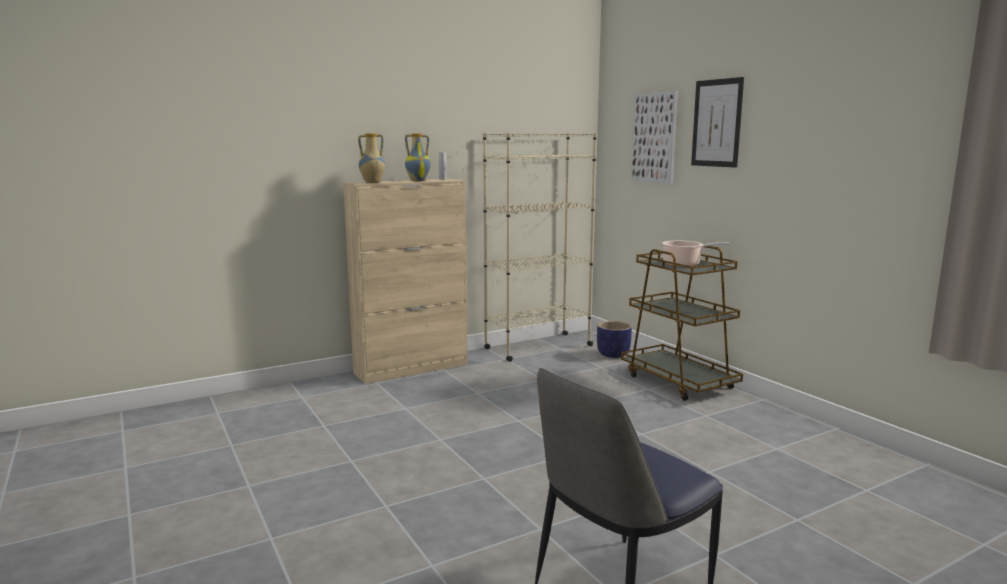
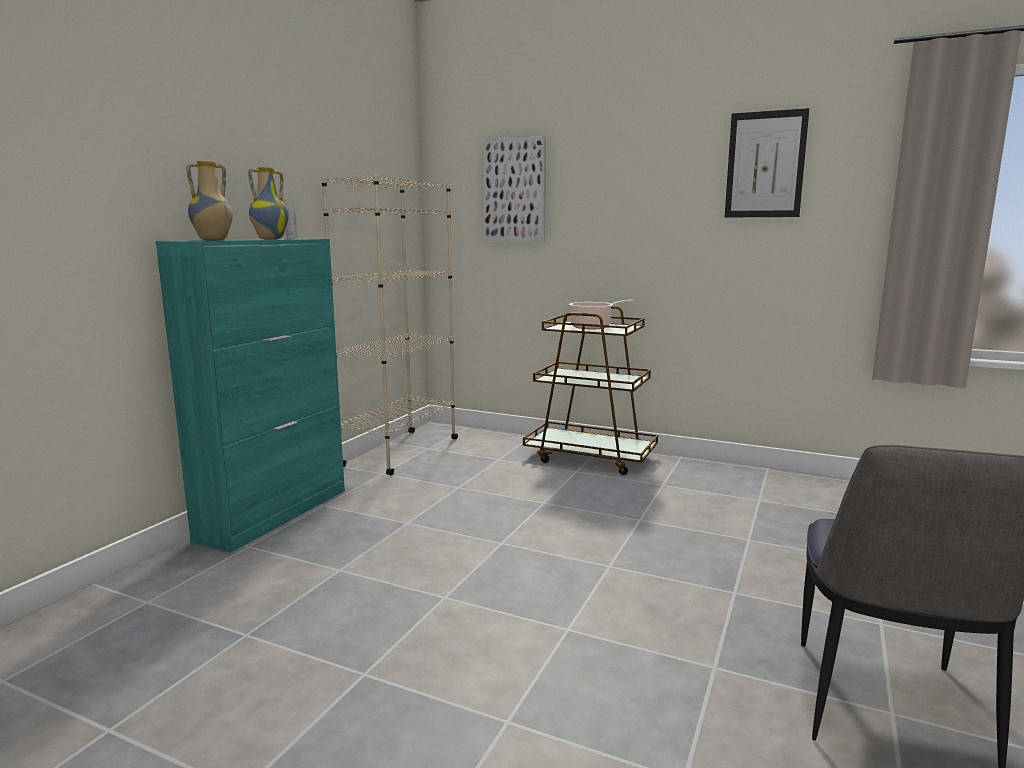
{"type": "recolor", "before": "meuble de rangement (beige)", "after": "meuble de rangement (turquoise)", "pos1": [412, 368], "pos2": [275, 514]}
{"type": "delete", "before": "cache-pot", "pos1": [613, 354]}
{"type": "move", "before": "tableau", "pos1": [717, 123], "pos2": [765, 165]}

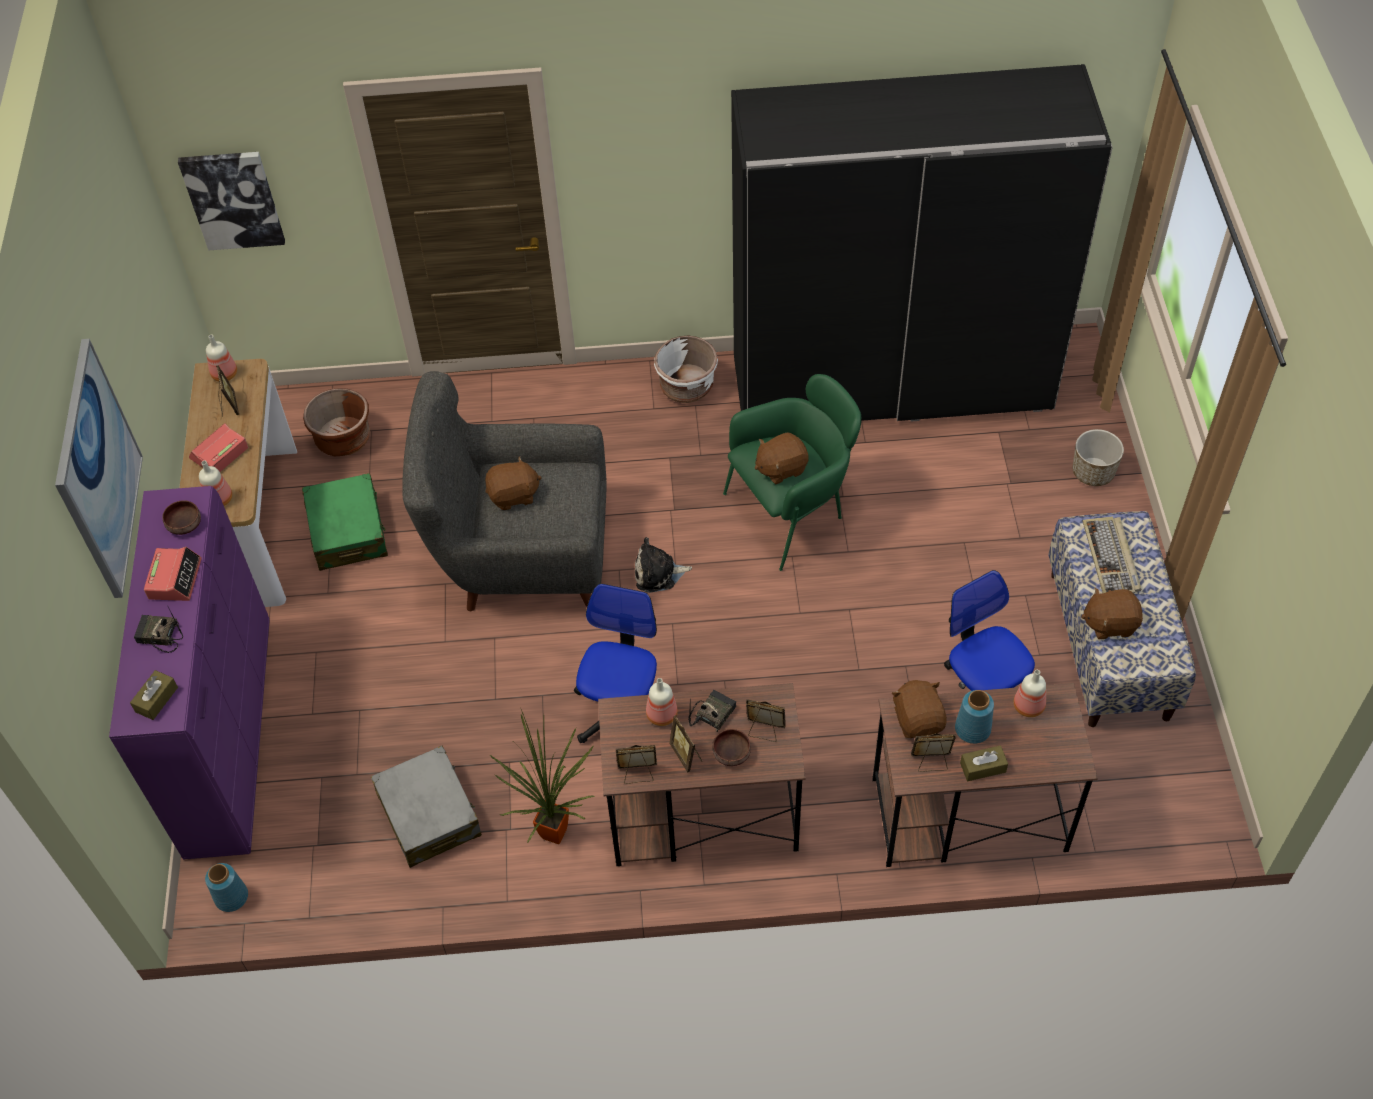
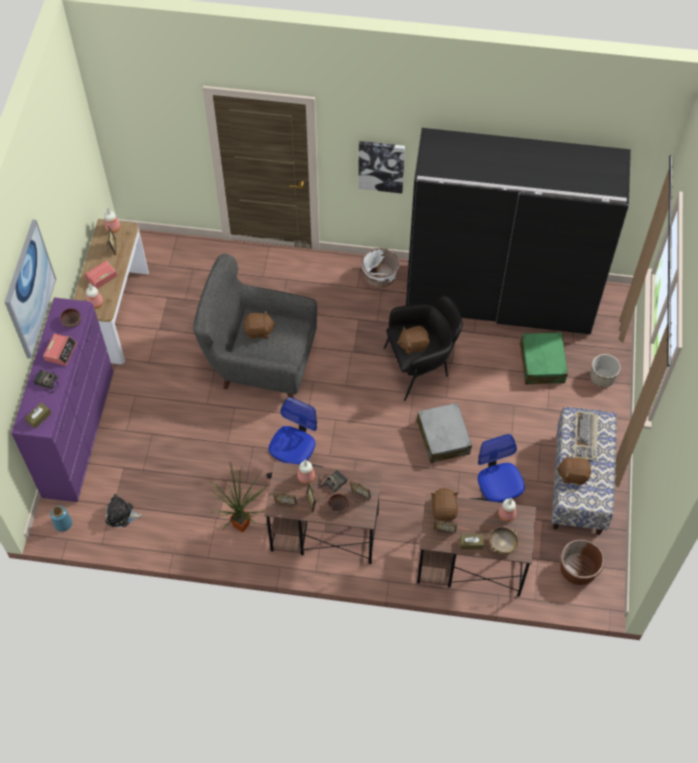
{"type": "move", "before": "tableau", "pos1": [233, 199], "pos2": [381, 166]}
{"type": "move", "before": "valise (vert)", "pos1": [348, 531], "pos2": [542, 363]}
{"type": "move", "before": "cache-pot (marron)", "pos1": [343, 439], "pos2": [578, 570]}
{"type": "move", "before": "valise (gris)", "pos1": [429, 814], "pos2": [443, 437]}
{"type": "move", "before": "peluche", "pos1": [658, 574], "pos2": [121, 515]}
{"type": "recolor", "before": "fauteuil (vert)", "after": "fauteuil (noir)", "pos1": [792, 512], "pos2": [420, 367]}
{"type": "delete", "before": "vase (bleu)", "pos1": [972, 728]}
{"type": "insert", "after": "bol (beige)", "pos2": [502, 544]}

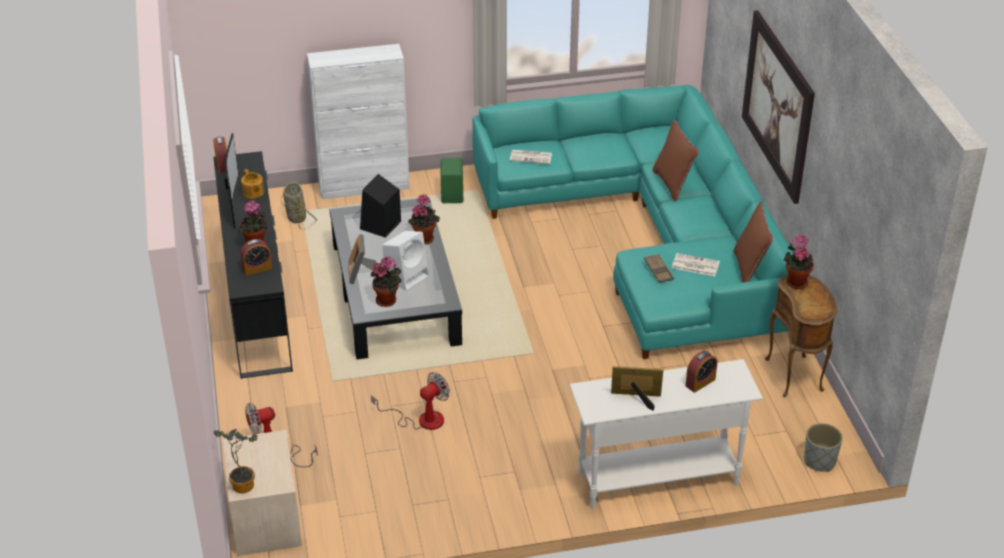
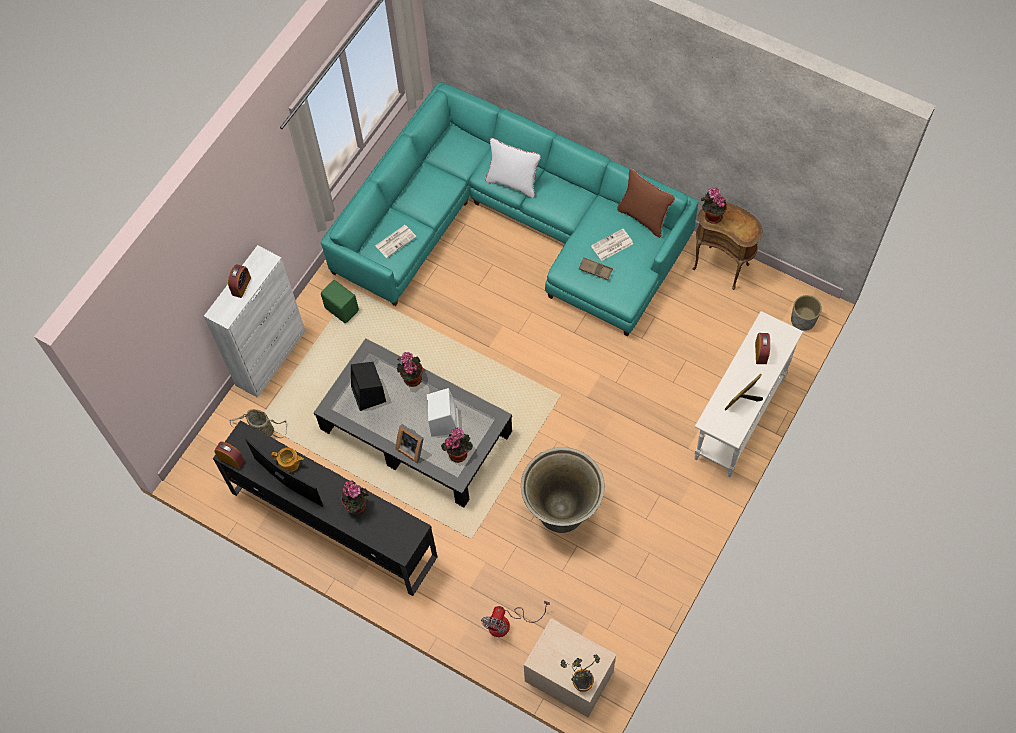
{"type": "move", "before": "réveil", "pos1": [257, 268], "pos2": [241, 286]}
{"type": "replace", "before": "ventilateur", "after": "cache-pot (gris)", "pos1": [421, 419], "pos2": [561, 512]}
{"type": "recolor", "before": "coussin (marron)", "after": "coussin (blanc)", "pos1": [672, 184], "pos2": [513, 183]}
{"type": "delete", "before": "tableau", "pos1": [777, 105]}

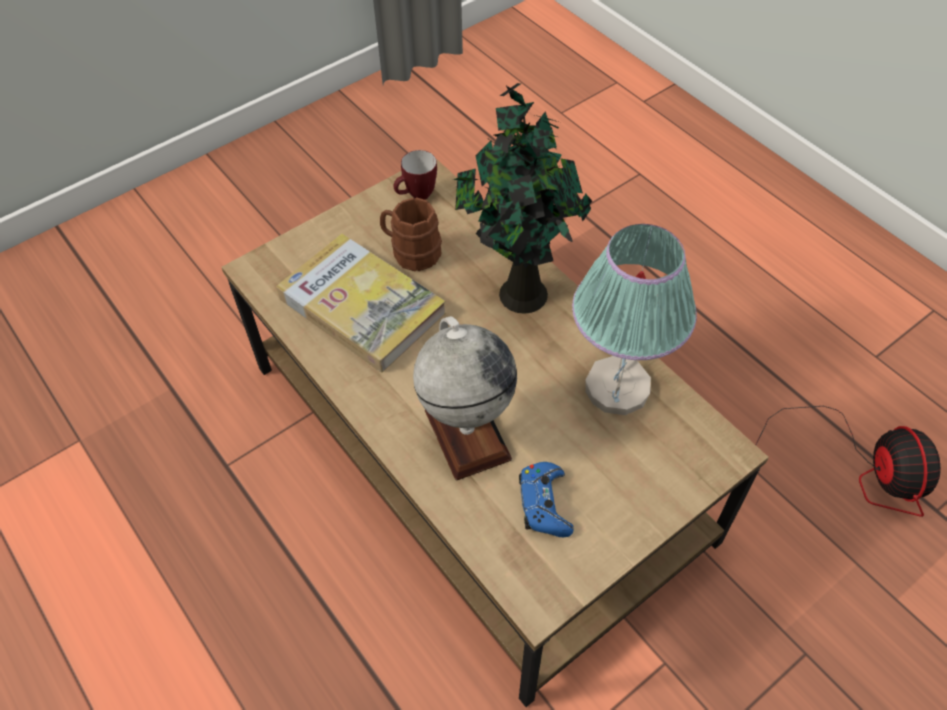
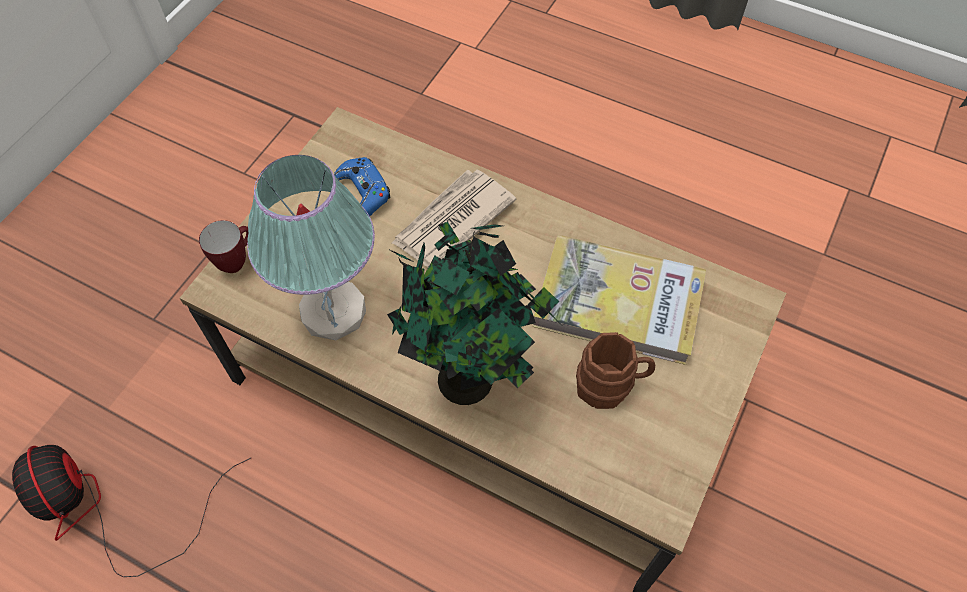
{"type": "move", "before": "mug", "pos1": [416, 196], "pos2": [236, 260]}
{"type": "replace", "before": "globe", "after": "journal", "pos1": [467, 434], "pos2": [451, 221]}

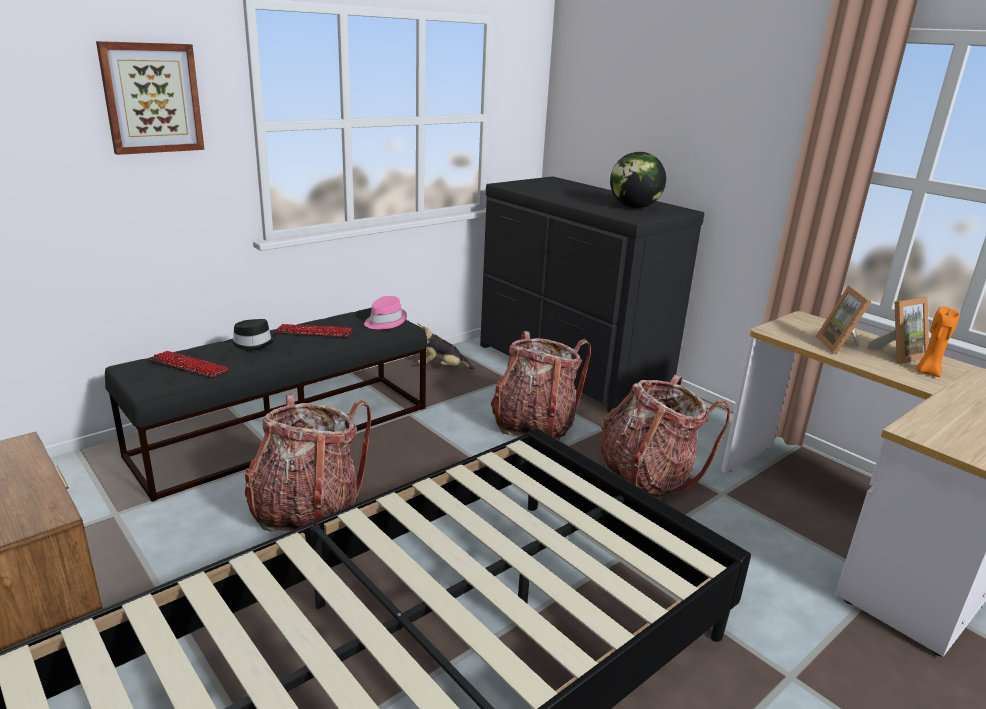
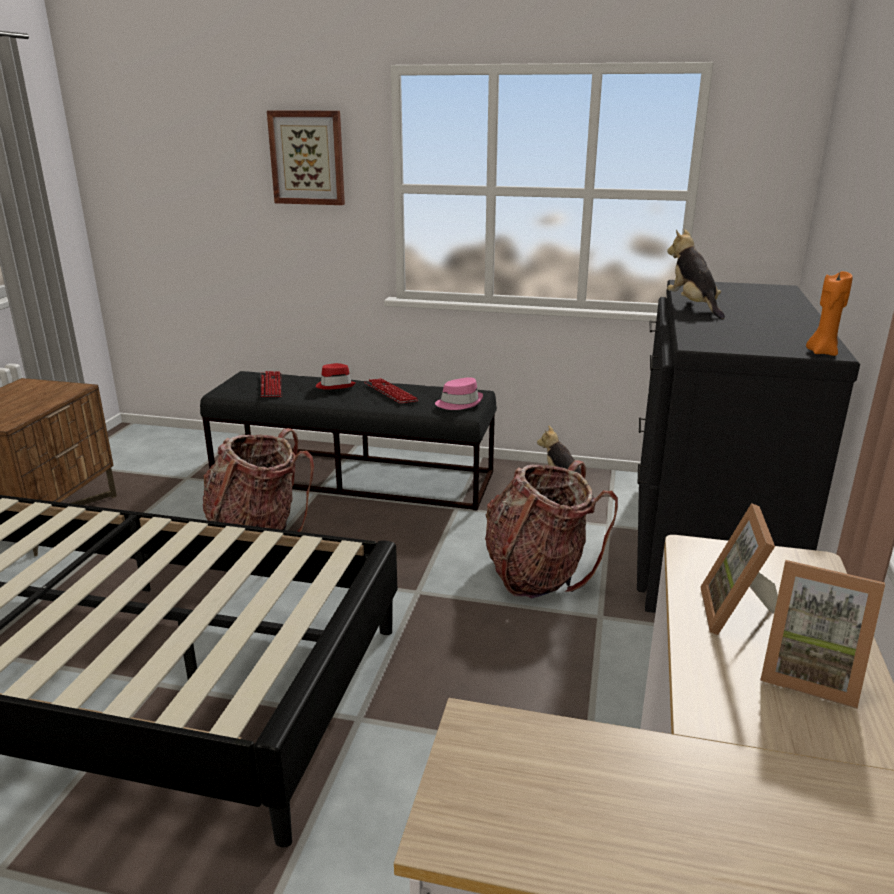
{"type": "recolor", "before": "chapeau (noir)", "after": "chapeau (rouge)", "pos1": [252, 344], "pos2": [335, 385]}
{"type": "delete", "before": "sac à dos", "pos1": [647, 477]}
{"type": "delete", "before": "globe", "pos1": [634, 207]}
{"type": "rotate", "before": "cadre photo", "pos1": [841, 347], "pos2": [738, 613], "turn": -45}
{"type": "move", "before": "bougie (orange)", "pos1": [927, 372], "pos2": [822, 352]}
{"type": "insert", "after": "peluche", "pos2": [693, 306]}

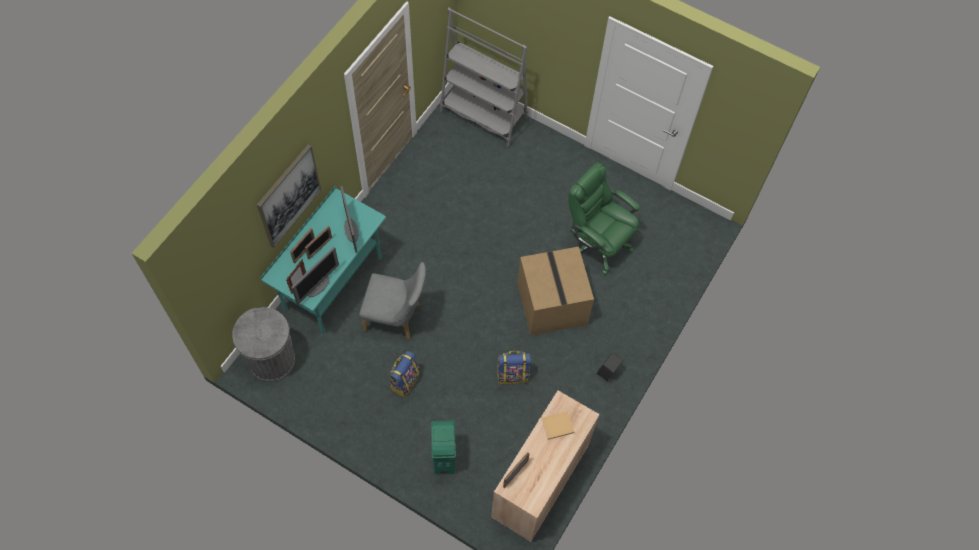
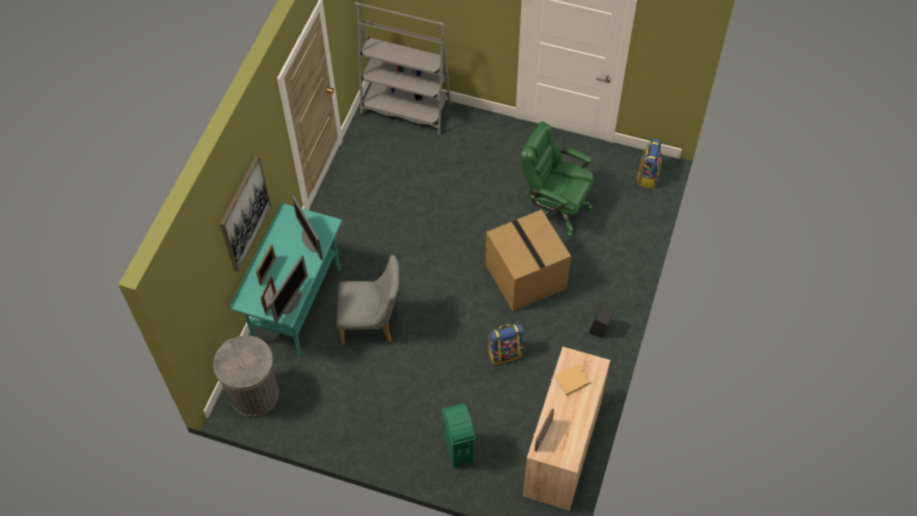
{"type": "delete", "before": "cadre photo", "pos1": [320, 248]}
{"type": "move", "before": "sac à dos", "pos1": [404, 381], "pos2": [647, 175]}

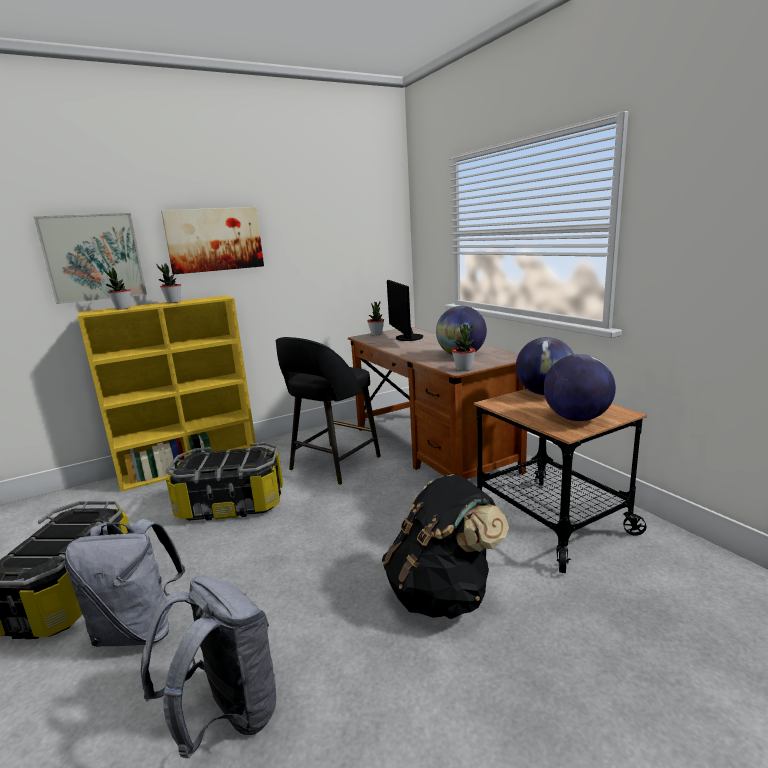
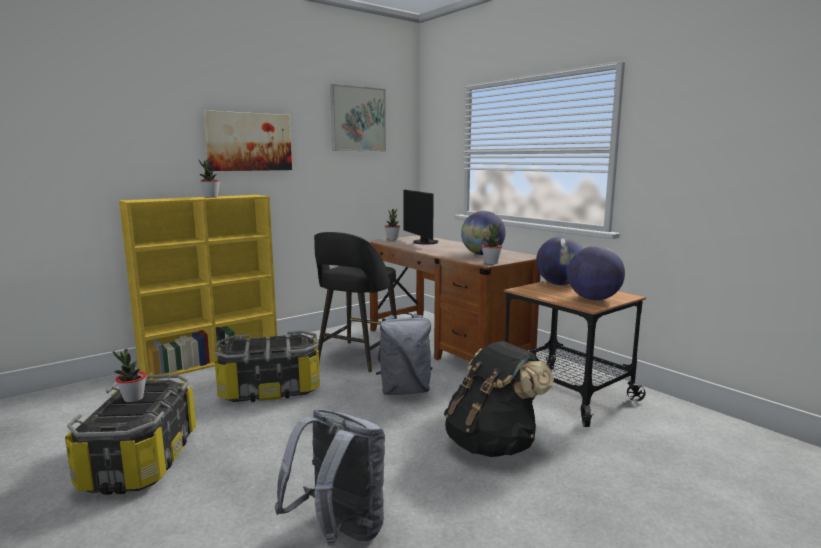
{"type": "move", "before": "tableau", "pos1": [93, 257], "pos2": [358, 119]}
{"type": "move", "before": "sac à dos (gris)", "pos1": [140, 630], "pos2": [404, 390]}
{"type": "move", "before": "plante en pot", "pos1": [123, 308], "pos2": [133, 399]}

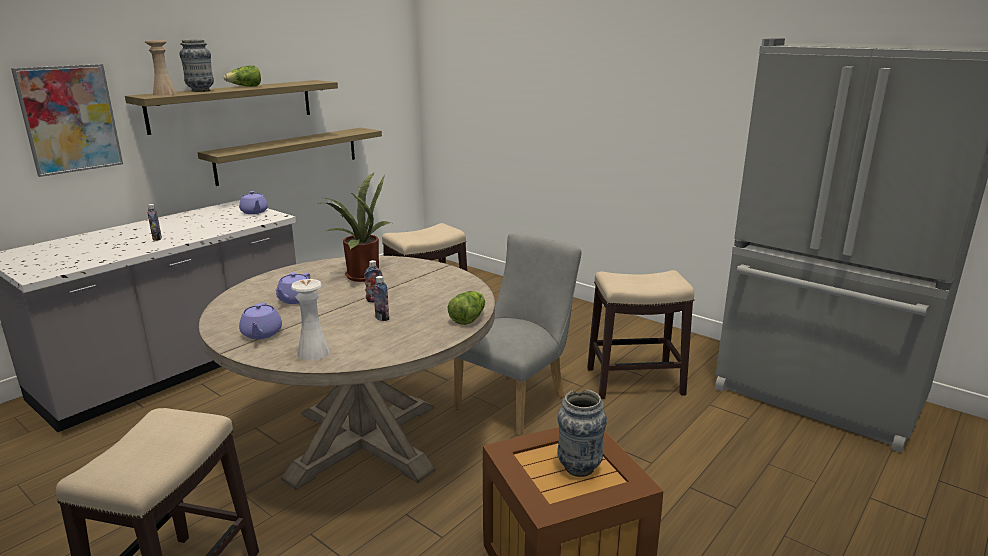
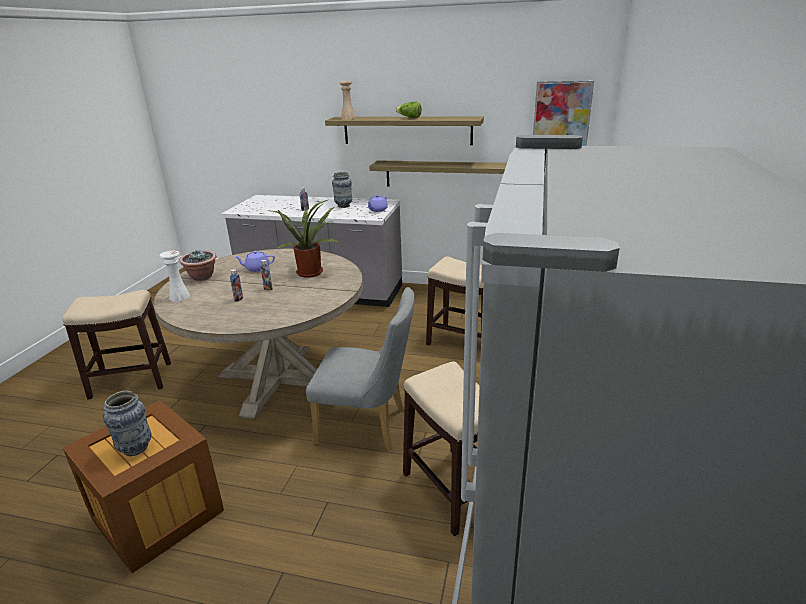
{"type": "move", "before": "tableau", "pos1": [70, 119], "pos2": [561, 118]}
{"type": "move", "before": "vase", "pos1": [200, 91], "pos2": [343, 206]}
{"type": "replace", "before": "théière (violet)", "after": "plante en pot", "pos1": [261, 334], "pos2": [202, 277]}
{"type": "delete", "before": "laitue", "pos1": [468, 318]}

